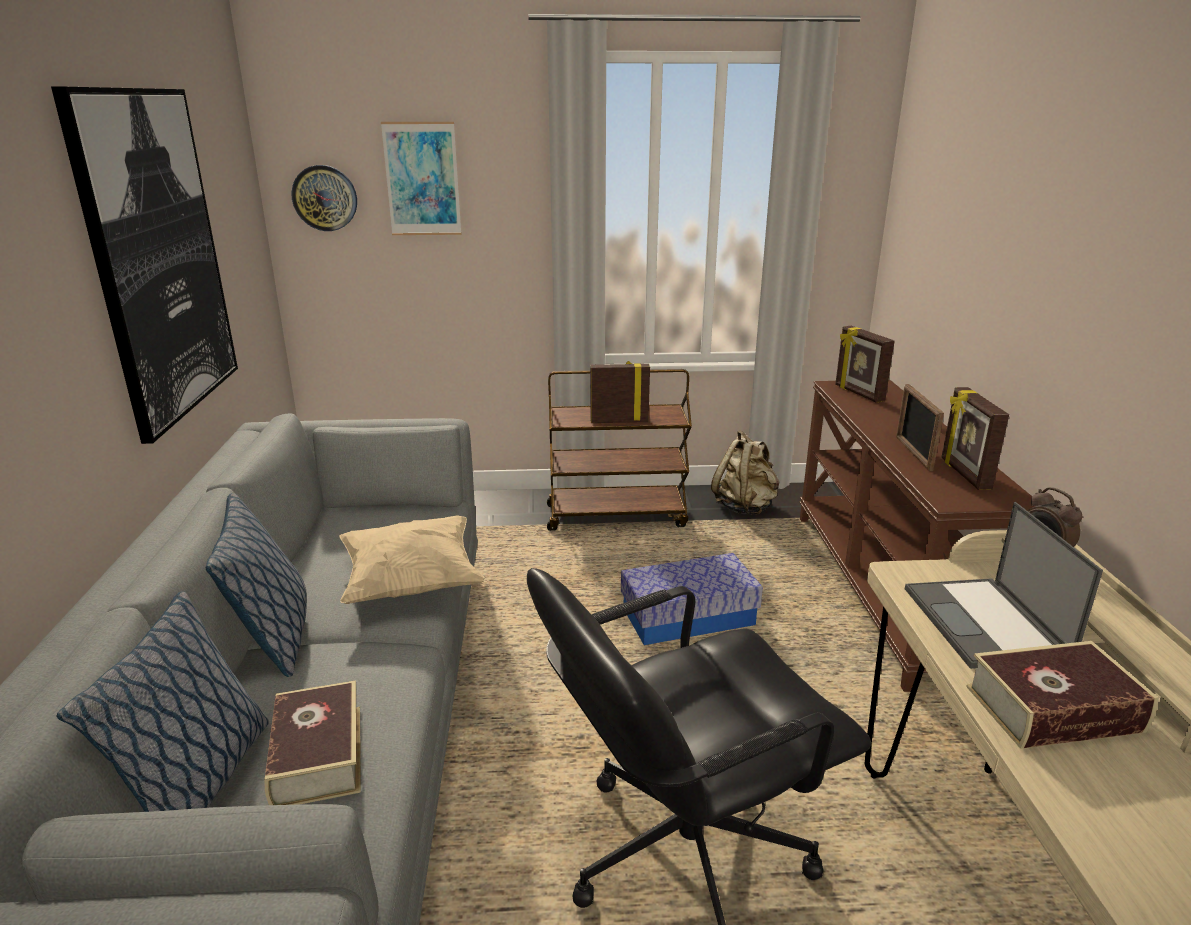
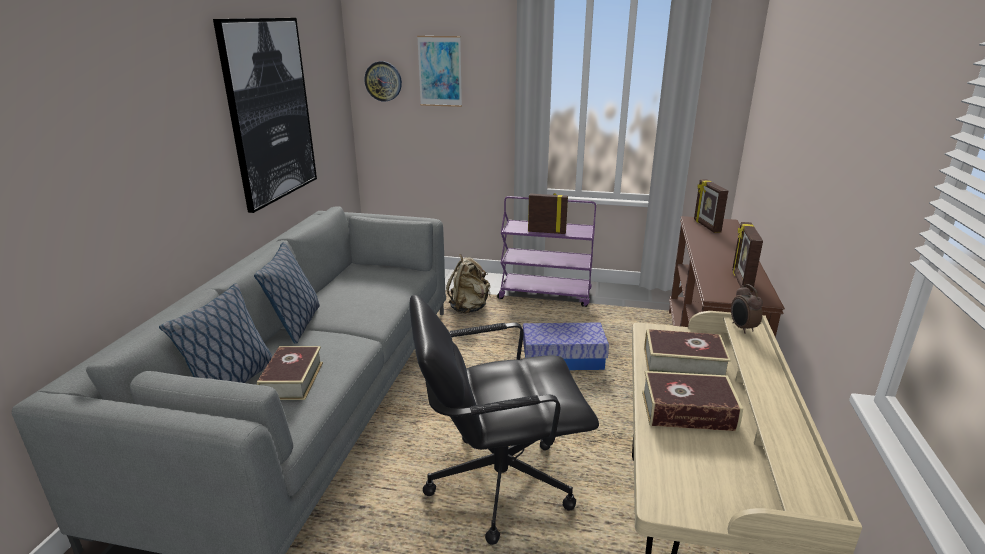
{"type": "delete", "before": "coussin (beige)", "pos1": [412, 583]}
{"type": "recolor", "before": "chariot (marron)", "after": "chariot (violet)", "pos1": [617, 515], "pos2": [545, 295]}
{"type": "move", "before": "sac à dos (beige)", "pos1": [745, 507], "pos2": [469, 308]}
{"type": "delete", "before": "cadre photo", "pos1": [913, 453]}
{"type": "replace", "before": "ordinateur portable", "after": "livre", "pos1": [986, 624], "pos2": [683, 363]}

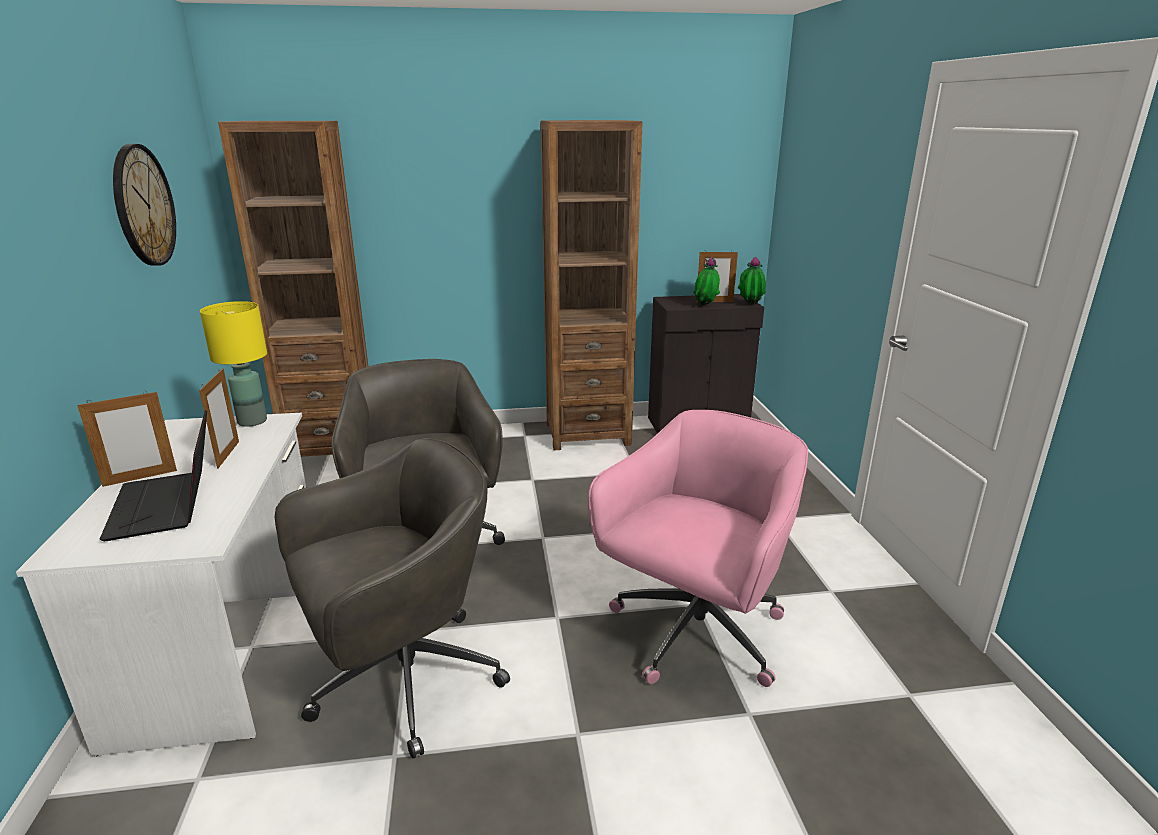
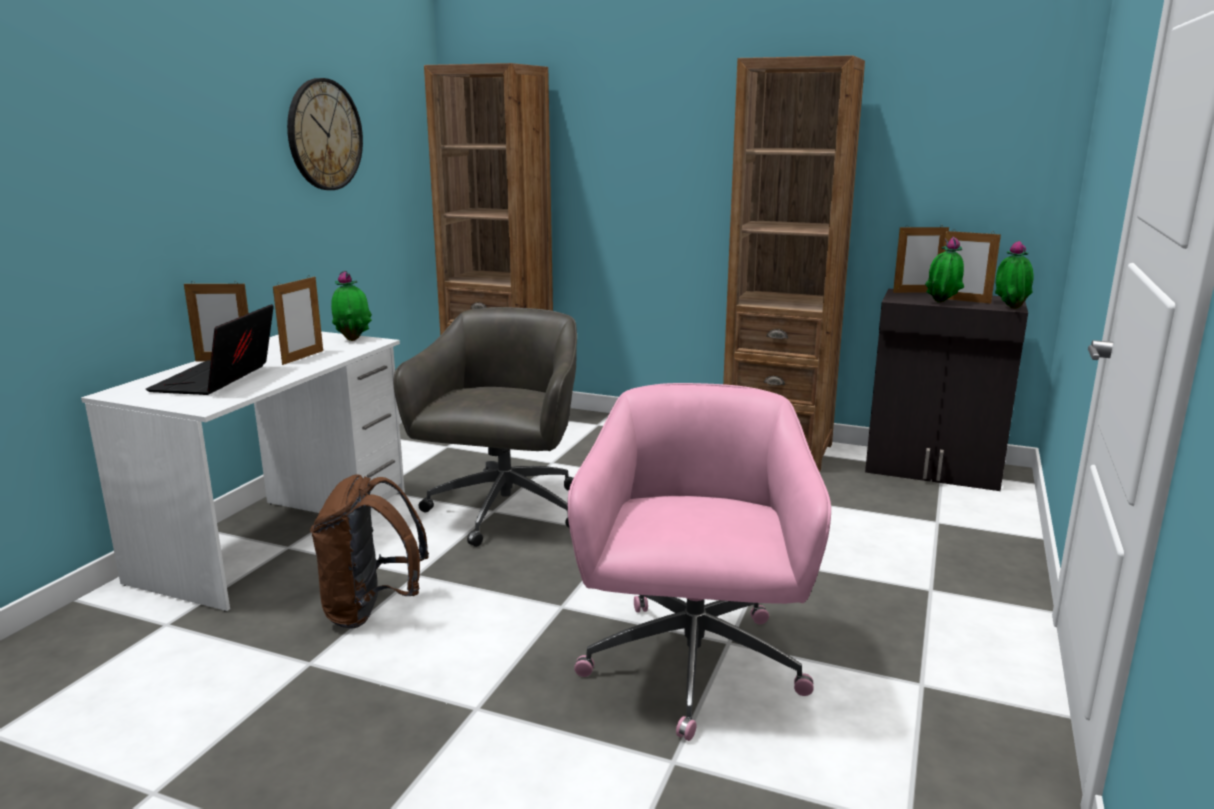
{"type": "replace", "before": "lampe de table (jaune)", "after": "plante en pot", "pos1": [252, 421], "pos2": [353, 339]}
{"type": "replace", "before": "chaise de bureau (gris)", "after": "sac à dos (marron)", "pos1": [401, 681], "pos2": [372, 610]}
{"type": "rotate", "before": "chaise de bureau (rose)", "pos1": [694, 634], "pos2": [692, 669], "turn": -60}
{"type": "insert", "after": "cadre photo", "pos2": [917, 292]}

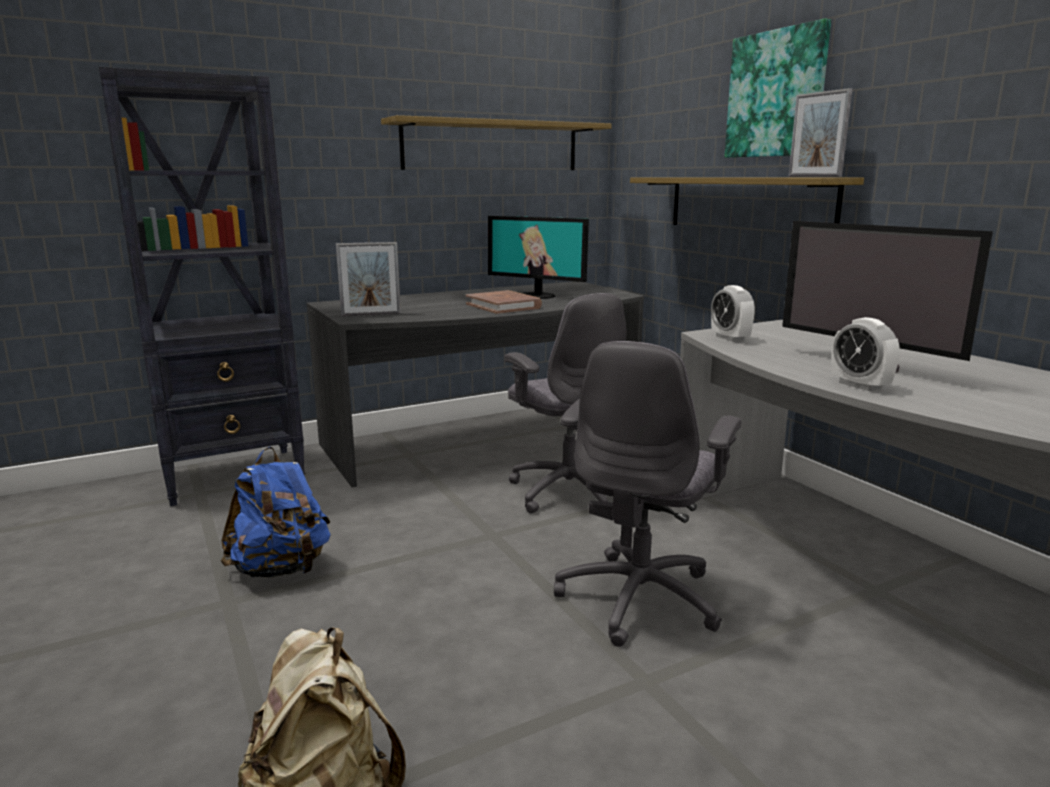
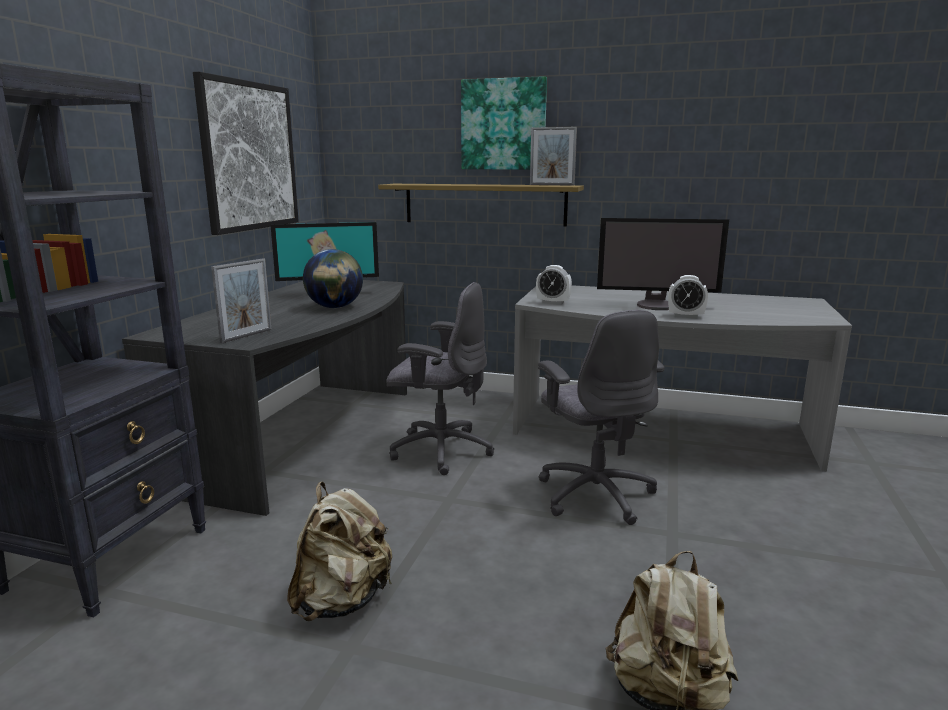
{"type": "recolor", "before": "sac à dos (bleu)", "after": "sac à dos (beige)", "pos1": [281, 569], "pos2": [342, 601]}
{"type": "replace", "before": "étagère", "after": "tableau", "pos1": [492, 146], "pos2": [249, 156]}
{"type": "replace", "before": "livre (marron)", "after": "globe", "pos1": [503, 306], "pos2": [335, 307]}

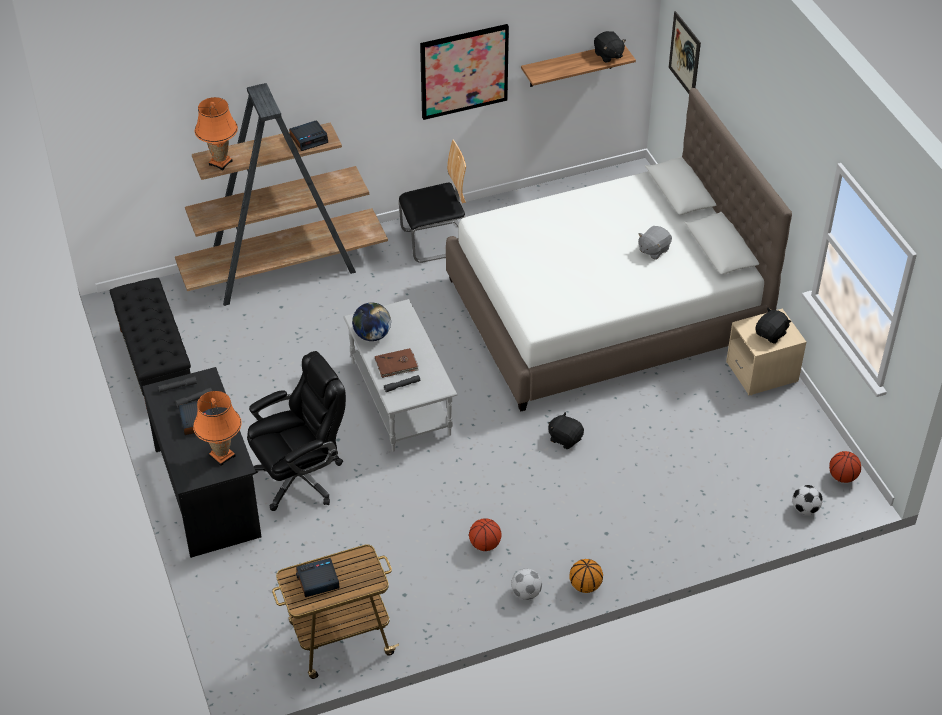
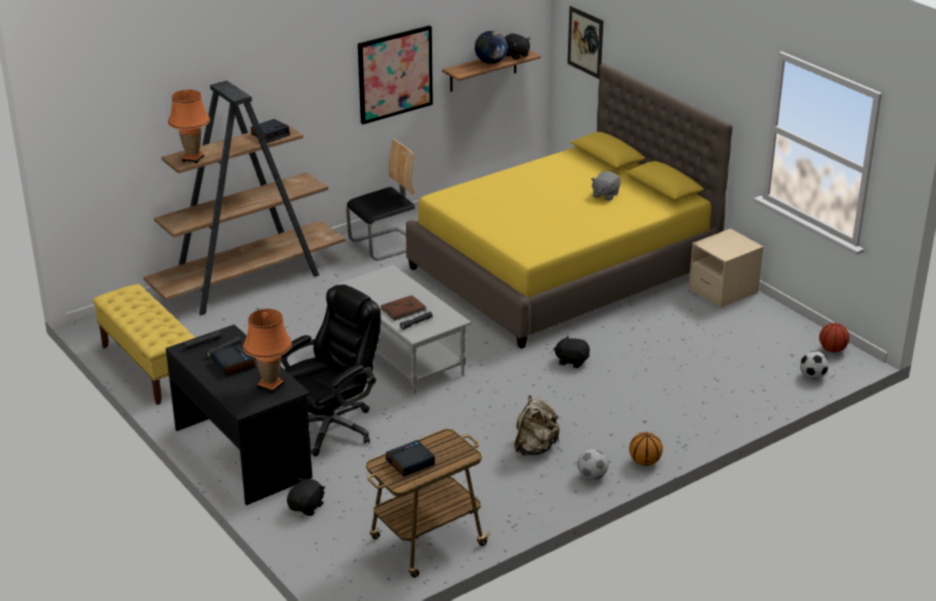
{"type": "recolor", "before": "banc (noir)", "after": "banc (jaune)", "pos1": [156, 365], "pos2": [150, 367]}
{"type": "move", "before": "globe", "pos1": [372, 335], "pos2": [490, 62]}
{"type": "recolor", "before": "lit (blanc)", "after": "lit (jaune)", "pos1": [606, 310], "pos2": [563, 269]}
{"type": "replace", "before": "ballon de basket", "after": "sac à dos (beige)", "pos1": [485, 545], "pos2": [535, 448]}
{"type": "move", "before": "peluche (noir)", "pos1": [771, 334], "pos2": [307, 507]}

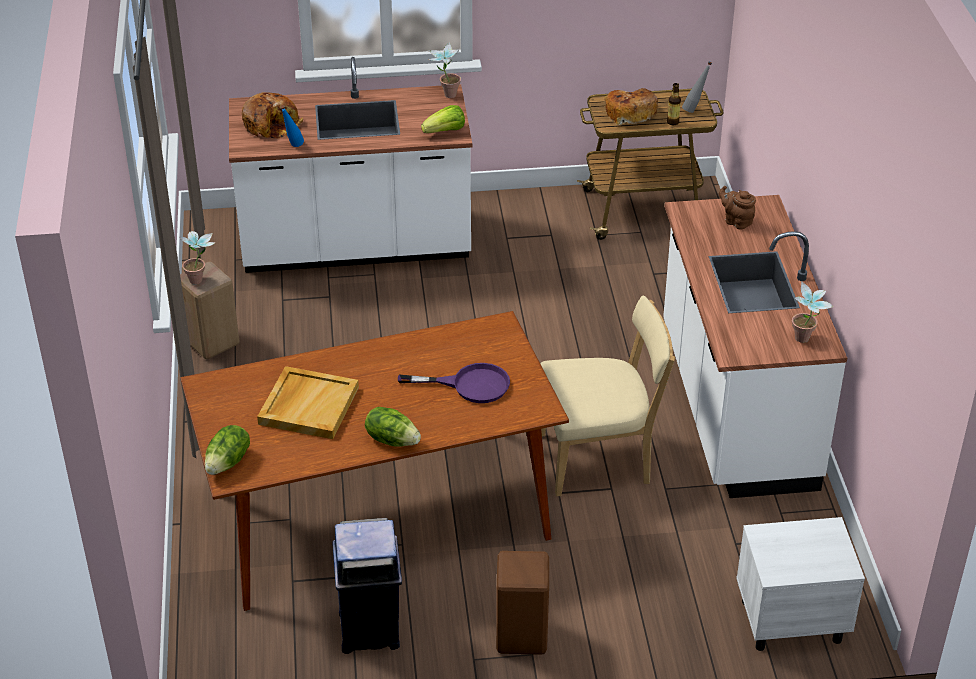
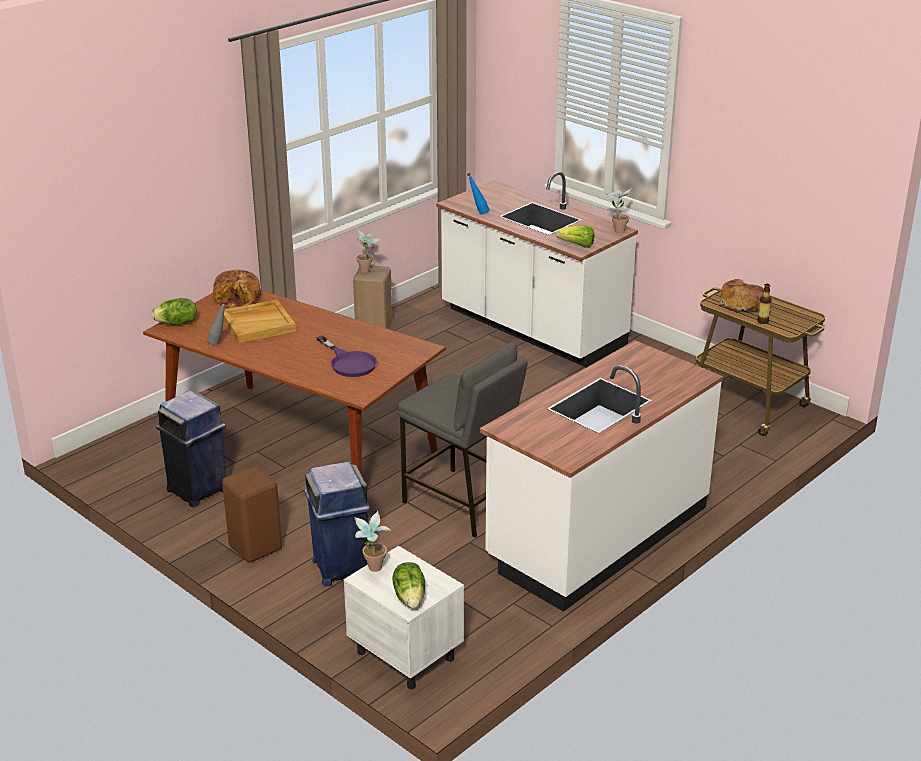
{"type": "move", "before": "pain", "pos1": [271, 124], "pos2": [238, 298]}
{"type": "move", "before": "laitue", "pos1": [392, 439], "pos2": [410, 597]}
{"type": "replace", "before": "chaise (beige)", "after": "tabouret (gris)", "pos1": [600, 459], "pos2": [462, 503]}
{"type": "move", "before": "bouteille (gris)", "pos1": [694, 109], "pos2": [219, 344]}
{"type": "delete", "before": "théière (marron)", "pos1": [736, 221]}
{"type": "move", "before": "plante en pot", "pos1": [805, 341], "pos2": [372, 570]}
{"type": "insert", "after": "poubelle (bleu)", "pos2": [341, 567]}

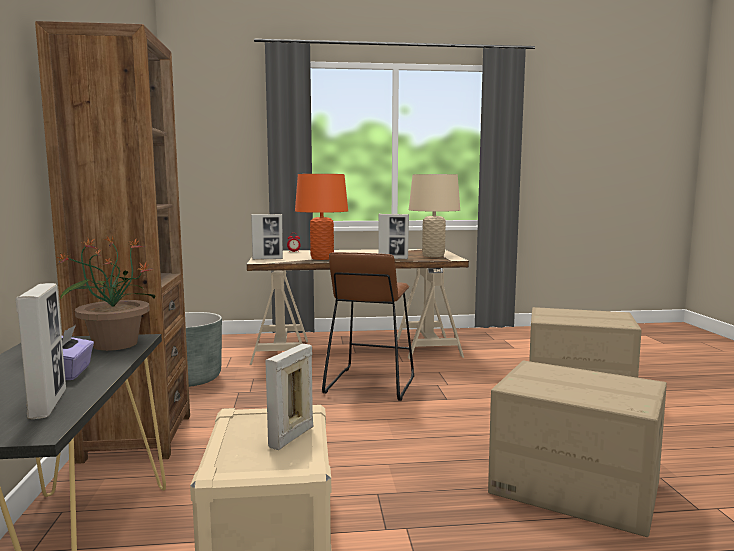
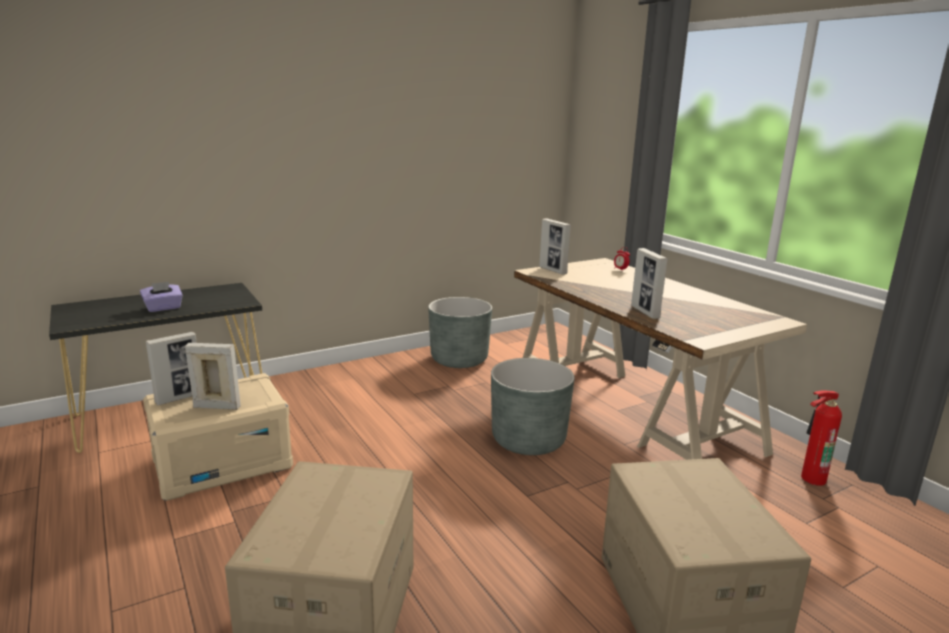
{"type": "move", "before": "cadre photo", "pos1": [48, 404], "pos2": [179, 398]}
{"type": "delete", "before": "bibliothèque (marron)", "pos1": [136, 437]}
{"type": "delete", "before": "plante en pot", "pos1": [114, 344]}
{"type": "delete", "before": "lampe de table (orange)", "pos1": [322, 258]}
{"type": "replace", "before": "tabouret (marron)", "after": "cache-pot (gris)", "pos1": [370, 384], "pos2": [528, 440]}
{"type": "delete", "before": "lampe de table (beige)", "pos1": [433, 256]}
{"type": "insert", "after": "extincteur", "pos2": [810, 478]}

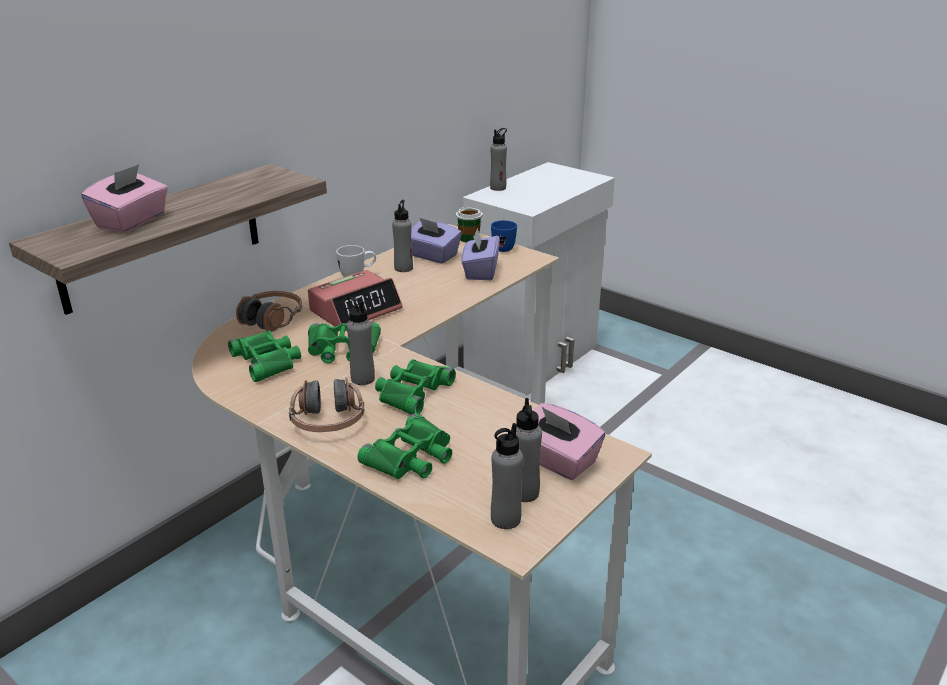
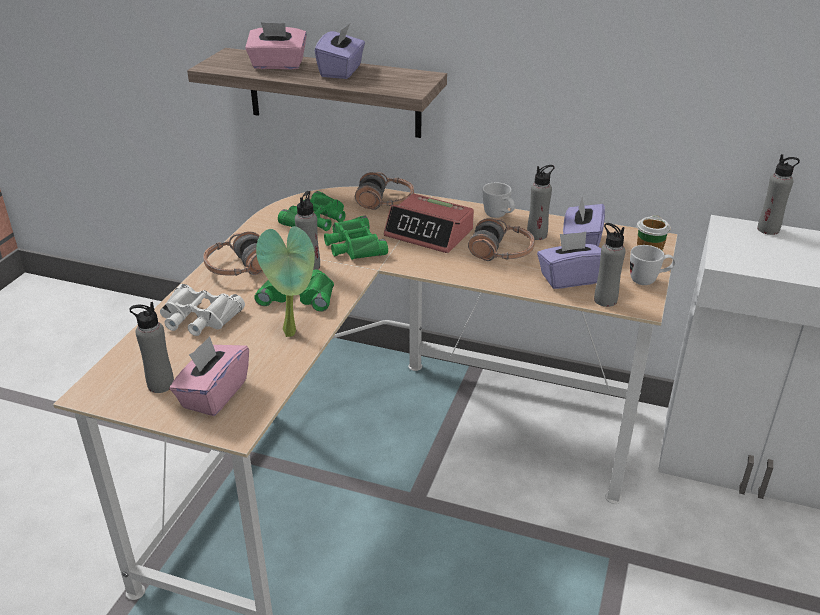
{"type": "recolor", "before": "jumelles (vert)", "after": "jumelles (blanc)", "pos1": [411, 457], "pos2": [199, 317]}
{"type": "recolor", "before": "mug (bleu)", "after": "mug (blanc)", "pos1": [504, 247], "pos2": [648, 281]}
{"type": "move", "before": "bouteille (gris)", "pos1": [505, 519], "pos2": [605, 300]}
{"type": "insert", "after": "plante en pot", "pos2": [293, 332]}
{"type": "insert", "after": "boîte à mouchoirs (violet)", "pos2": [341, 71]}
{"type": "insert", "after": "casque audio", "pos2": [501, 253]}

